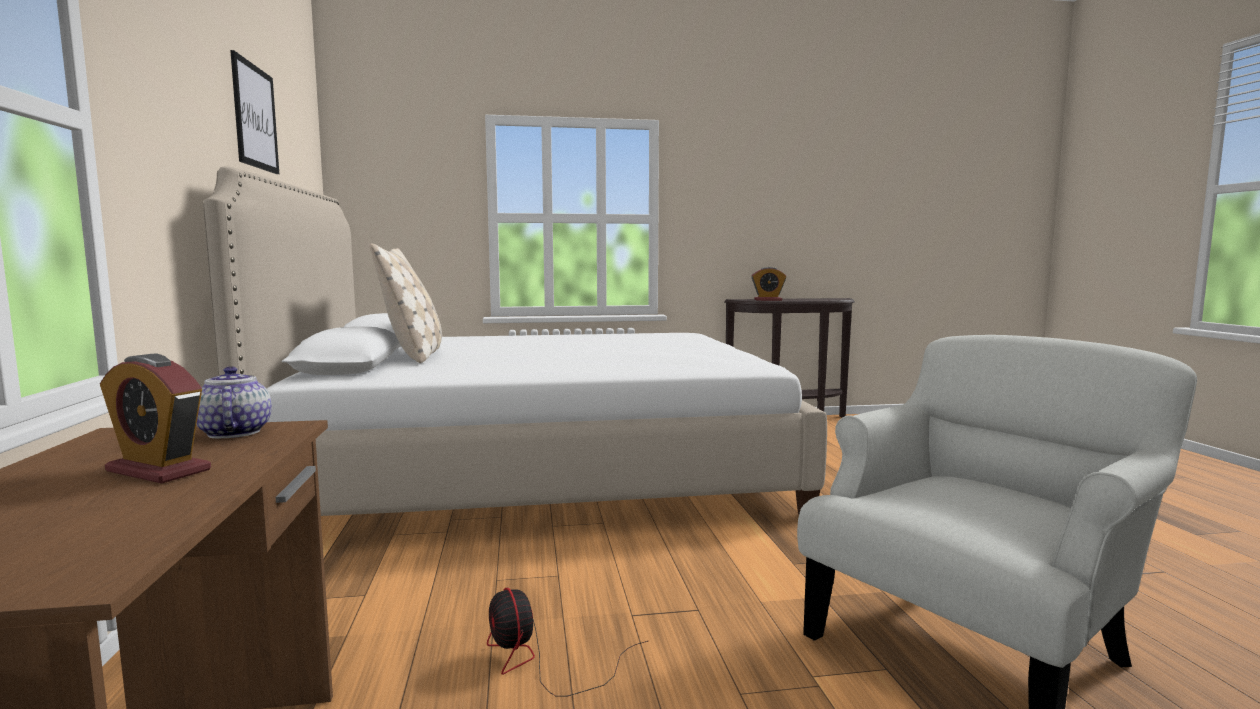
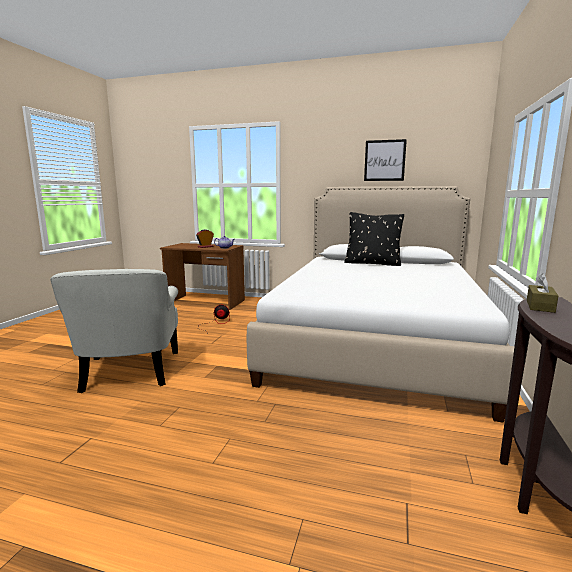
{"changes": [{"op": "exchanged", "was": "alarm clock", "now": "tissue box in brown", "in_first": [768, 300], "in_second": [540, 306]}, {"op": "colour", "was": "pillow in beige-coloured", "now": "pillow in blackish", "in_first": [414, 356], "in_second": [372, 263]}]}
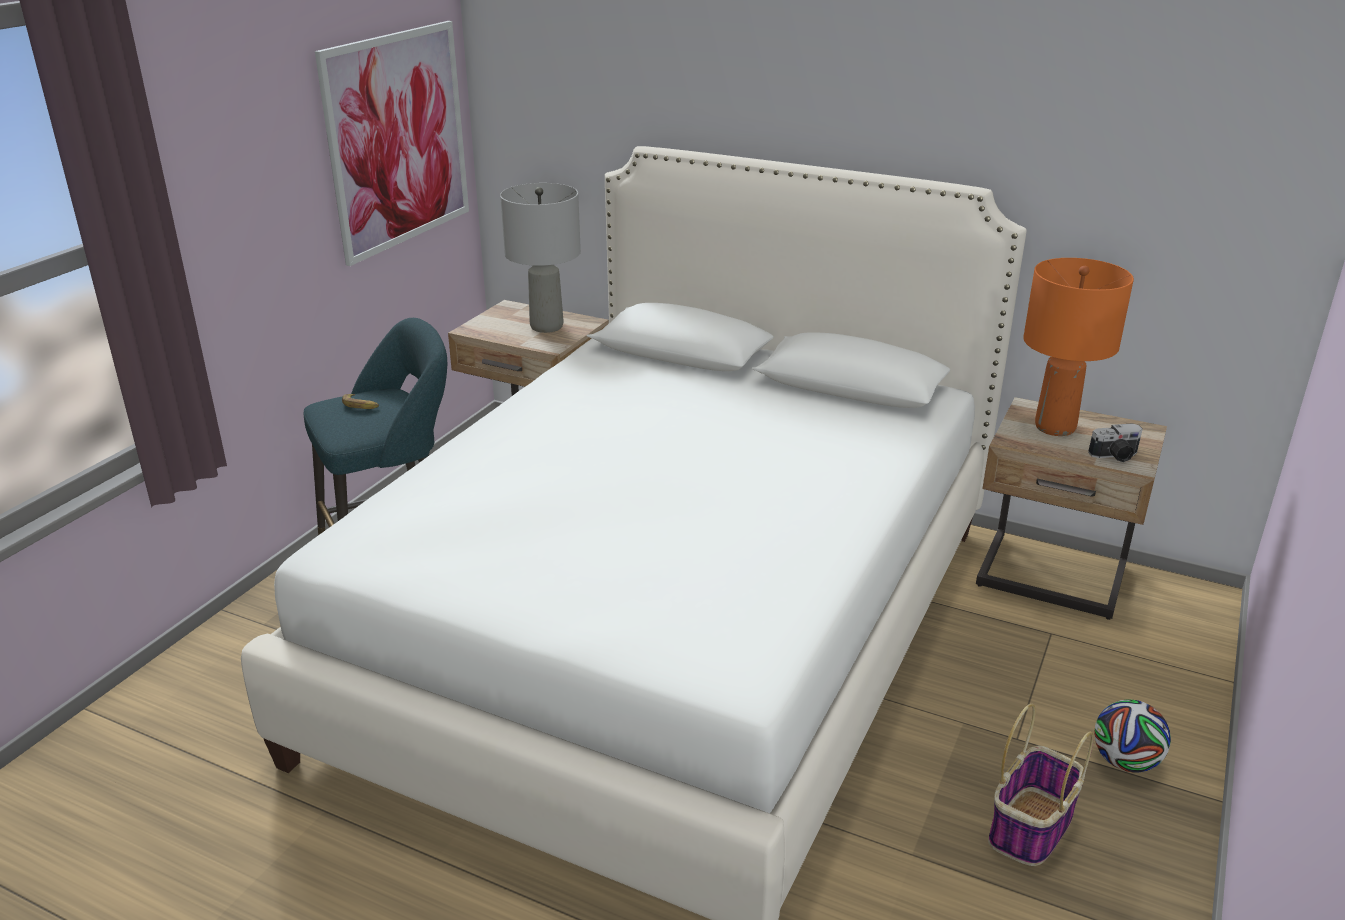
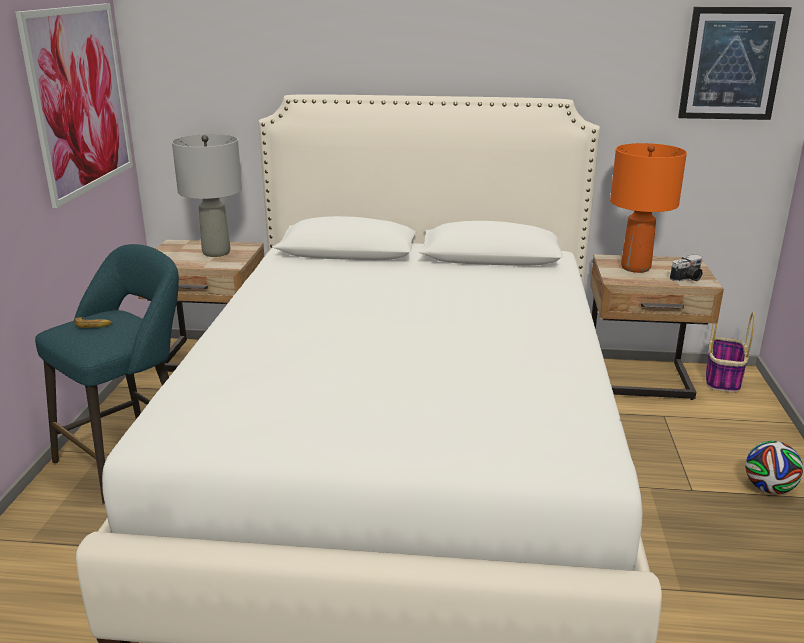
{"changes": [{"op": "appeared", "now": "wall picture", "in_second": [732, 64]}, {"op": "relocated", "was": "basket", "in_first": [1030, 829], "in_second": [723, 379]}]}
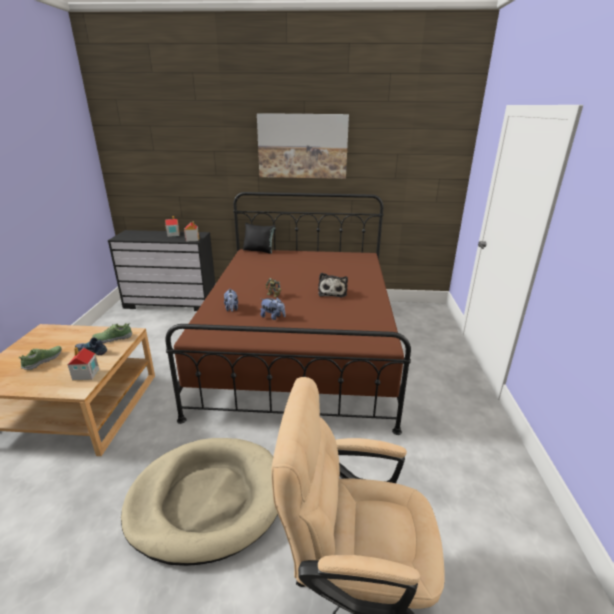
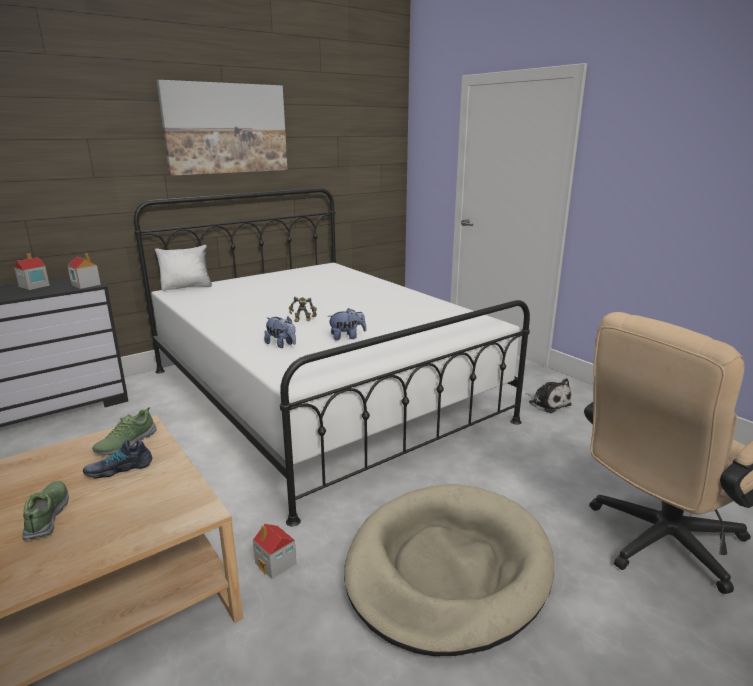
{"changes": [{"op": "relocated", "was": "model house", "in_first": [86, 374], "in_second": [276, 563]}, {"op": "relocated", "was": "plush toy", "in_first": [332, 292], "in_second": [548, 403]}, {"op": "colour", "was": "bedroom bed in brown", "now": "bedroom bed in whitish", "in_first": [299, 348], "in_second": [321, 394]}, {"op": "colour", "was": "pillow in blackish", "now": "pillow in whitish", "in_first": [259, 250], "in_second": [187, 287]}]}
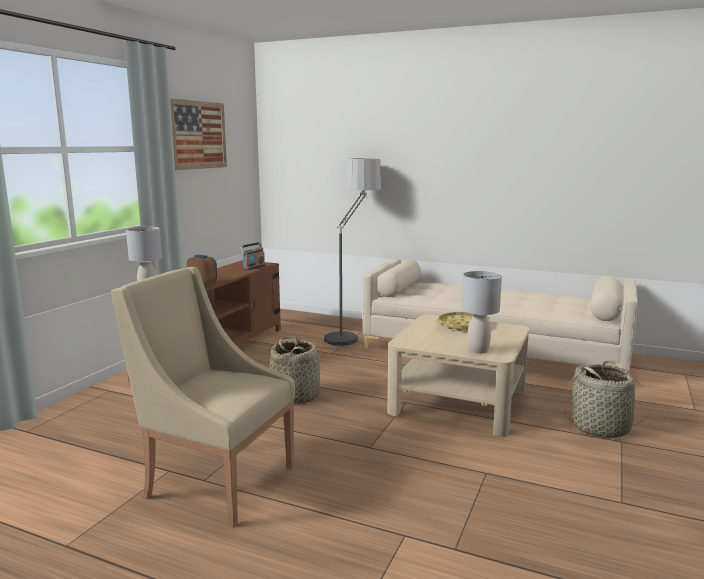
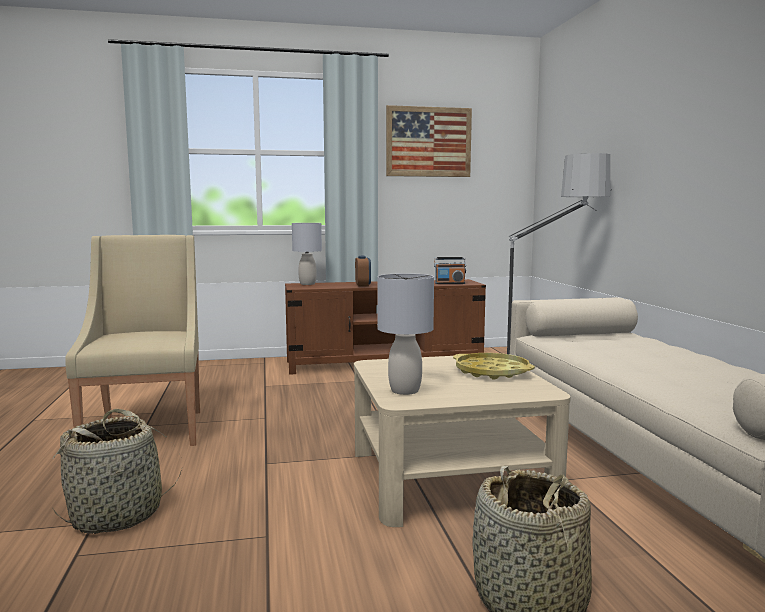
{"changes": [{"op": "relocated", "was": "basket", "in_first": [295, 395], "in_second": [117, 515]}]}
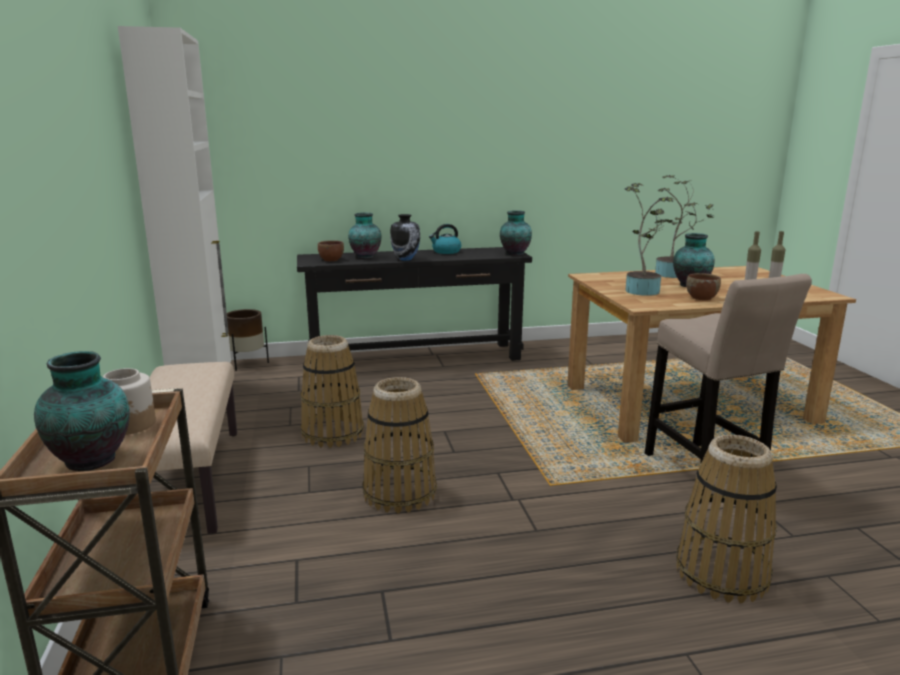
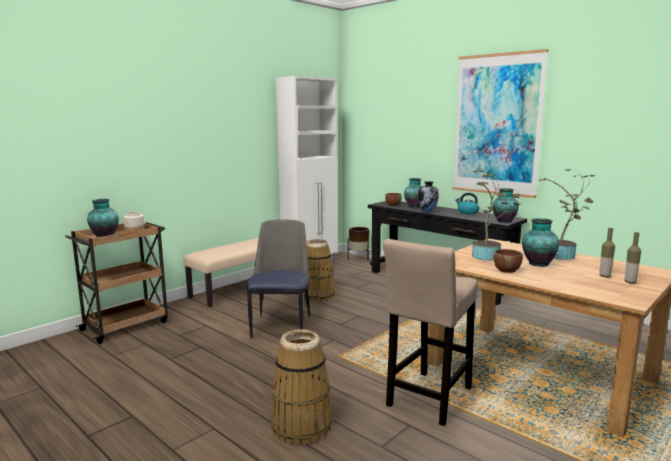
{"changes": [{"op": "appeared", "now": "wall picture", "in_second": [497, 125]}, {"op": "exchanged", "was": "basket", "now": "chair", "in_first": [400, 493], "in_second": [281, 326]}]}
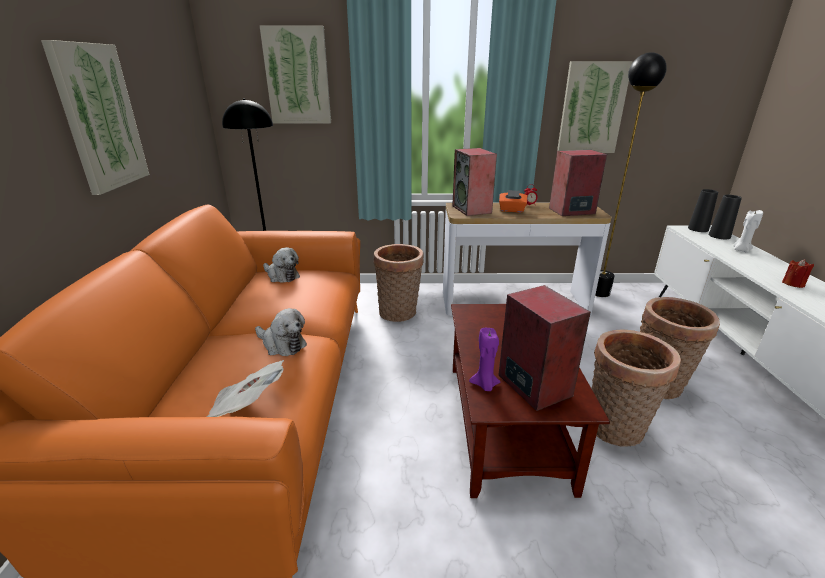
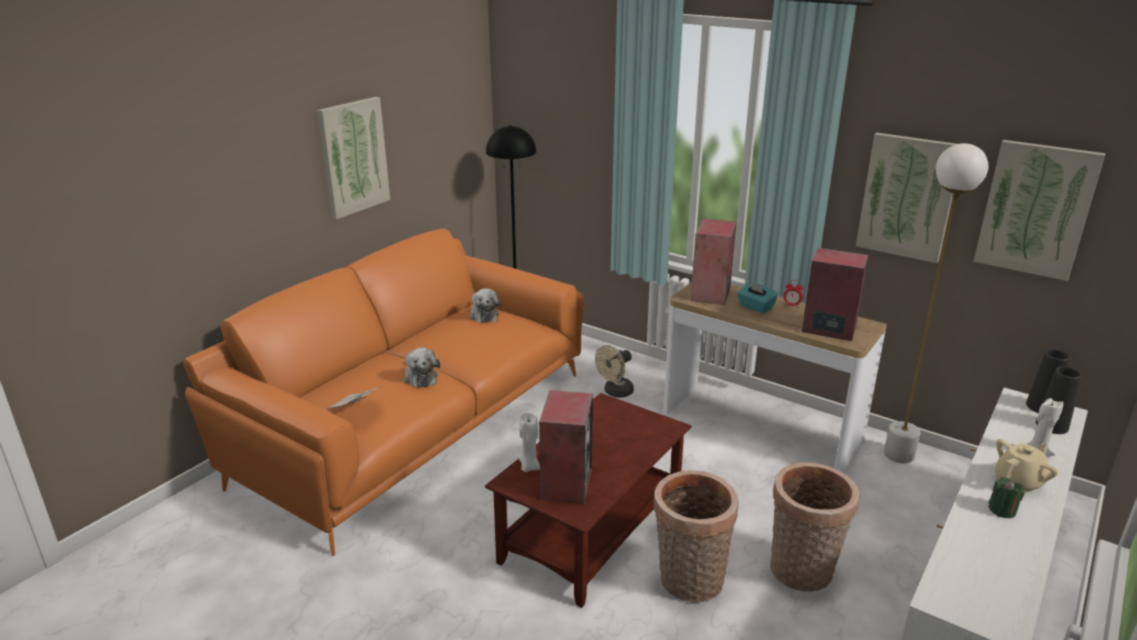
{"changes": [{"op": "appeared", "now": "pot for tea in beige-coloured", "in_second": [1018, 482]}, {"op": "relocated", "was": "wall picture", "in_first": [297, 76], "in_second": [1036, 209]}, {"op": "exchanged", "was": "basket", "now": "electric fan in beige-coloured", "in_first": [399, 313], "in_second": [615, 392]}, {"op": "colour", "was": "wax candle in purple-coloured", "now": "wax candle in whitish", "in_first": [485, 385], "in_second": [529, 467]}, {"op": "colour", "was": "tissue box in orange-coloured", "now": "tissue box in turquoise-coloured", "in_first": [511, 210], "in_second": [755, 307]}, {"op": "colour", "was": "standard lamp in blackish", "now": "standard lamp in whitish", "in_first": [599, 292], "in_second": [898, 454]}, {"op": "colour", "was": "wax candle in red-coloured", "now": "wax candle in greenish", "in_first": [793, 284], "in_second": [1002, 510]}]}
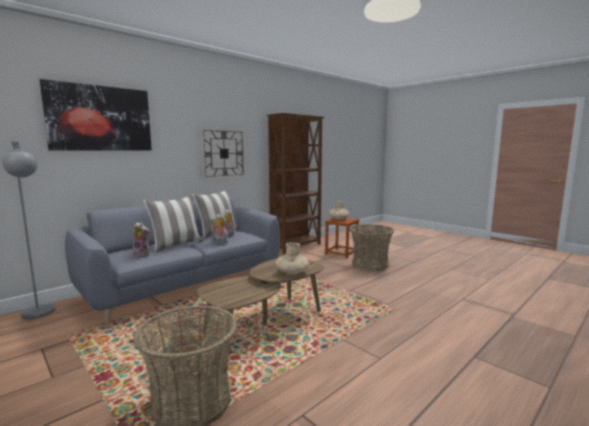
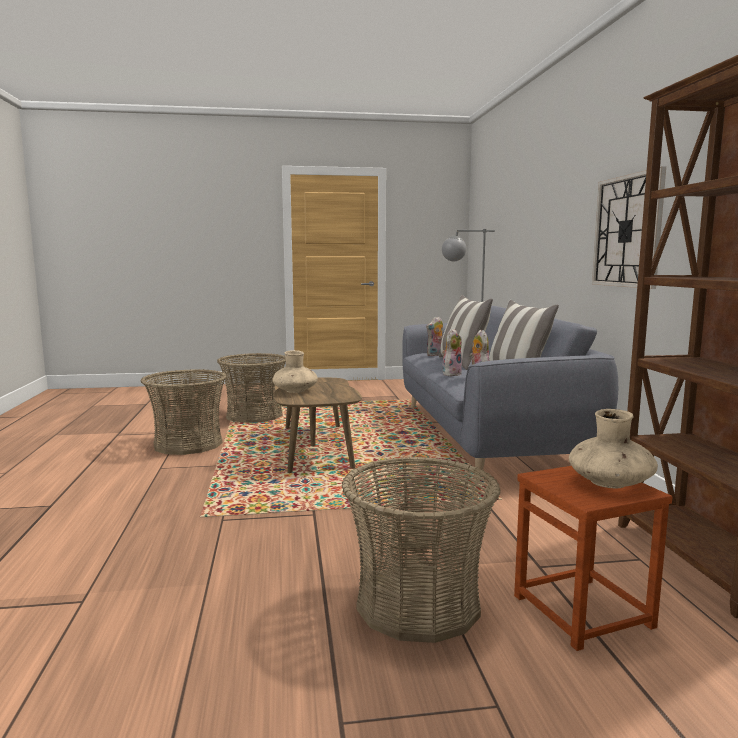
{"changes": [{"op": "missing", "was": "wall picture", "in_first": [100, 118]}, {"op": "appeared", "now": "basket", "in_second": [188, 444]}]}
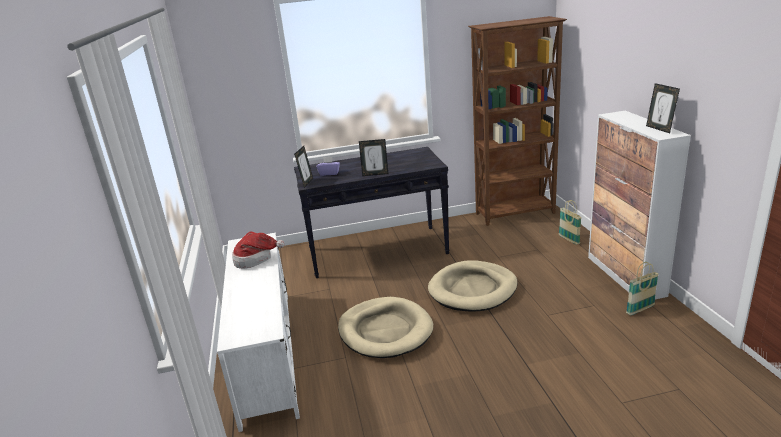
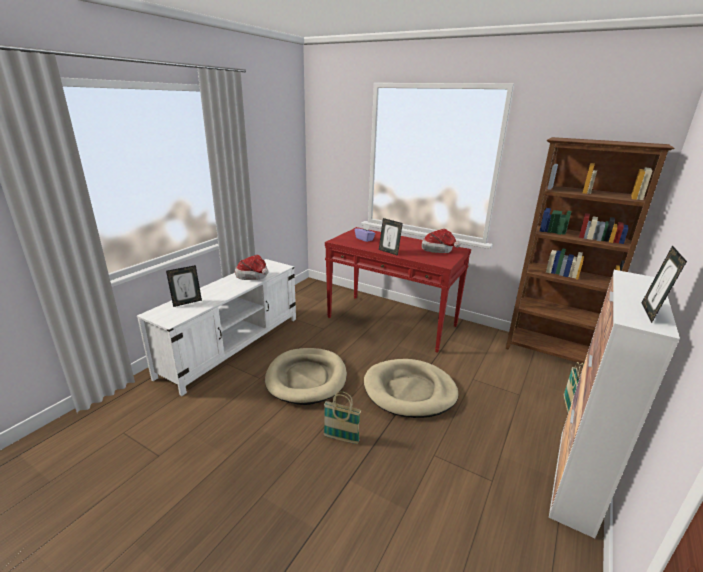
{"changes": [{"op": "appeared", "now": "wearable hat", "in_second": [439, 250]}, {"op": "relocated", "was": "photo frame", "in_first": [306, 183], "in_second": [187, 302]}, {"op": "relocated", "was": "basket", "in_first": [640, 309], "in_second": [341, 438]}, {"op": "colour", "was": "console table in blackish", "now": "console table in red-coloured", "in_first": [378, 251], "in_second": [392, 321]}]}
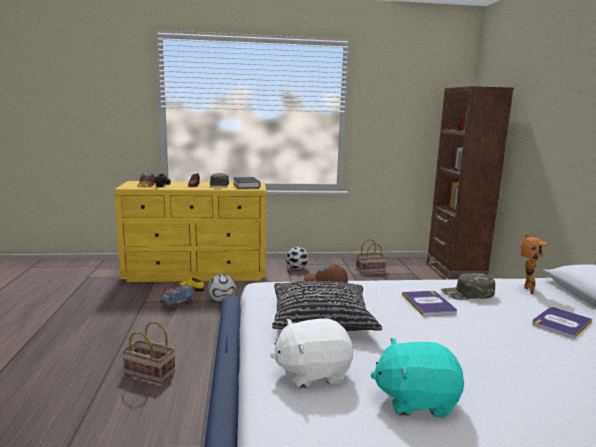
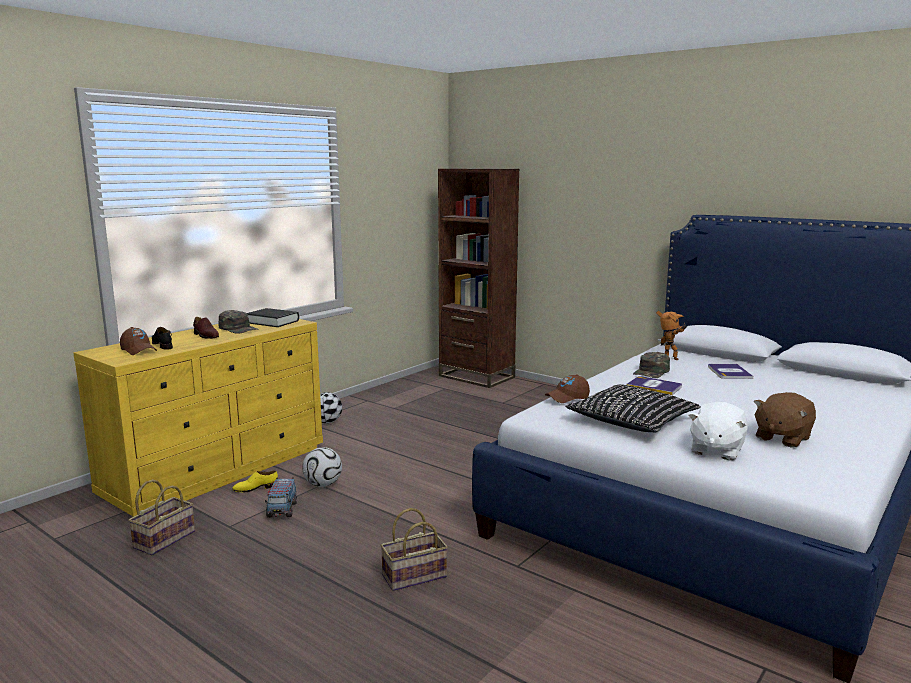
{"changes": [{"op": "relocated", "was": "basket", "in_first": [370, 270], "in_second": [165, 539]}, {"op": "colour", "was": "plush toy in turquoise-coloured", "now": "plush toy in brown", "in_first": [415, 400], "in_second": [782, 438]}]}
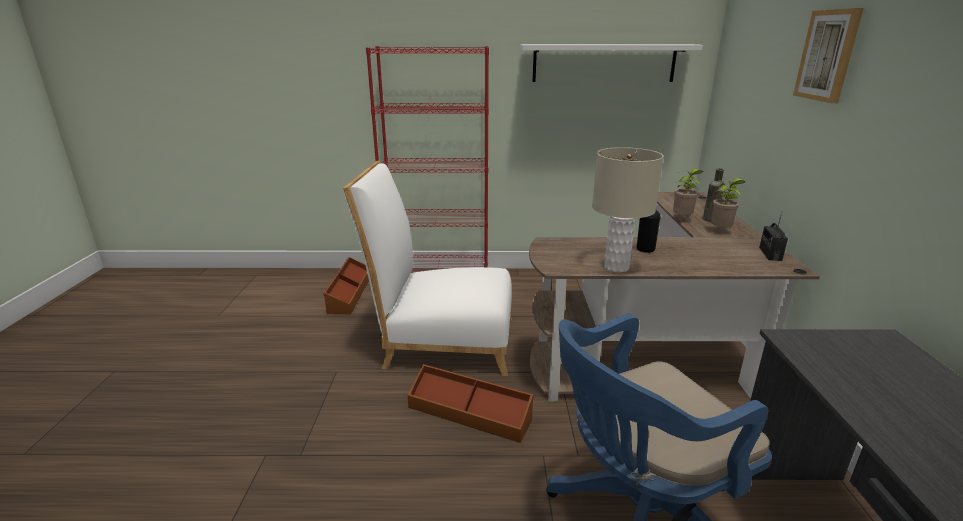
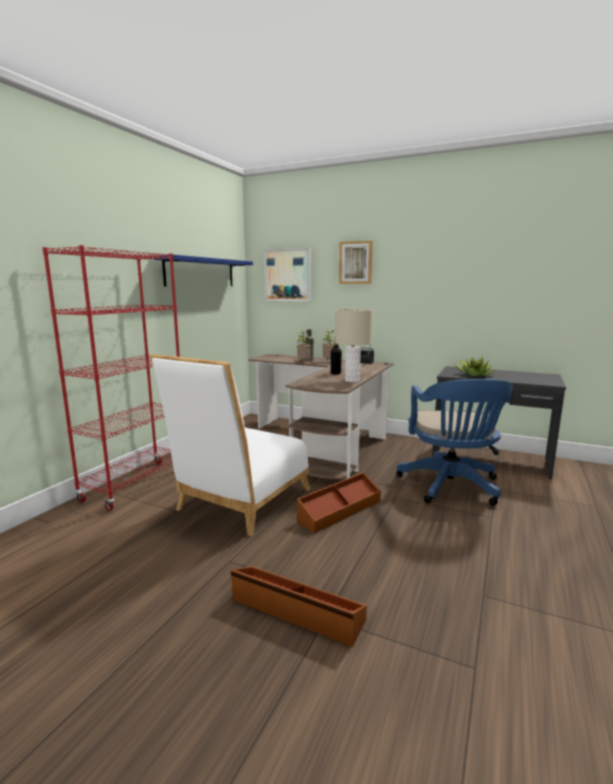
{"changes": [{"op": "appeared", "now": "wall picture", "in_second": [288, 275]}, {"op": "appeared", "now": "houseplant", "in_second": [474, 374]}, {"op": "relocated", "was": "storage container in brown", "in_first": [349, 293], "in_second": [296, 611]}, {"op": "colour", "was": "bracket shelf in whitish", "now": "bracket shelf in bluish", "in_first": [604, 63], "in_second": [200, 272]}]}
